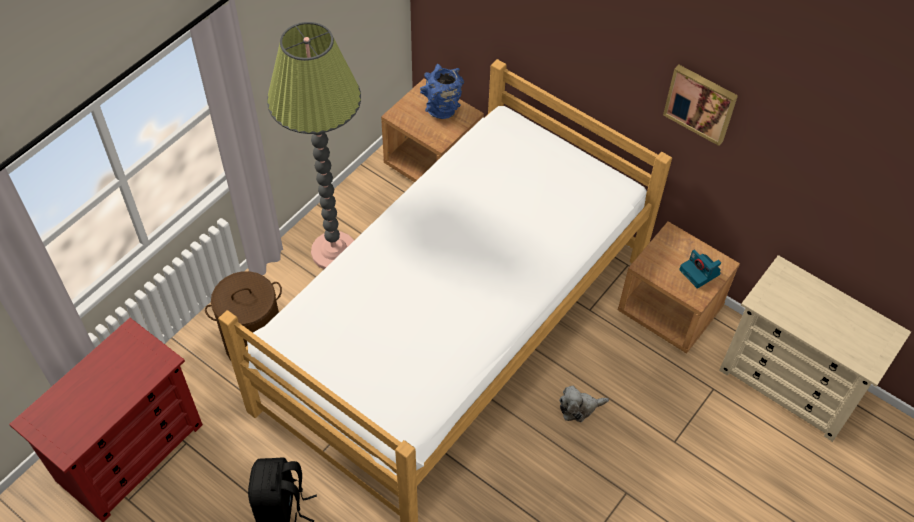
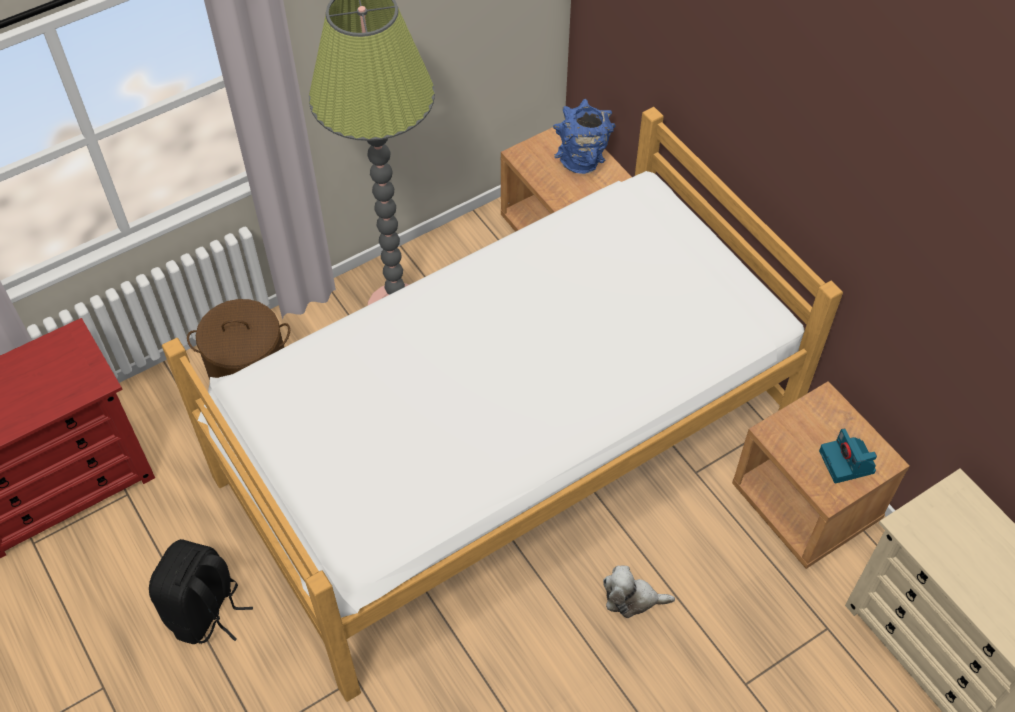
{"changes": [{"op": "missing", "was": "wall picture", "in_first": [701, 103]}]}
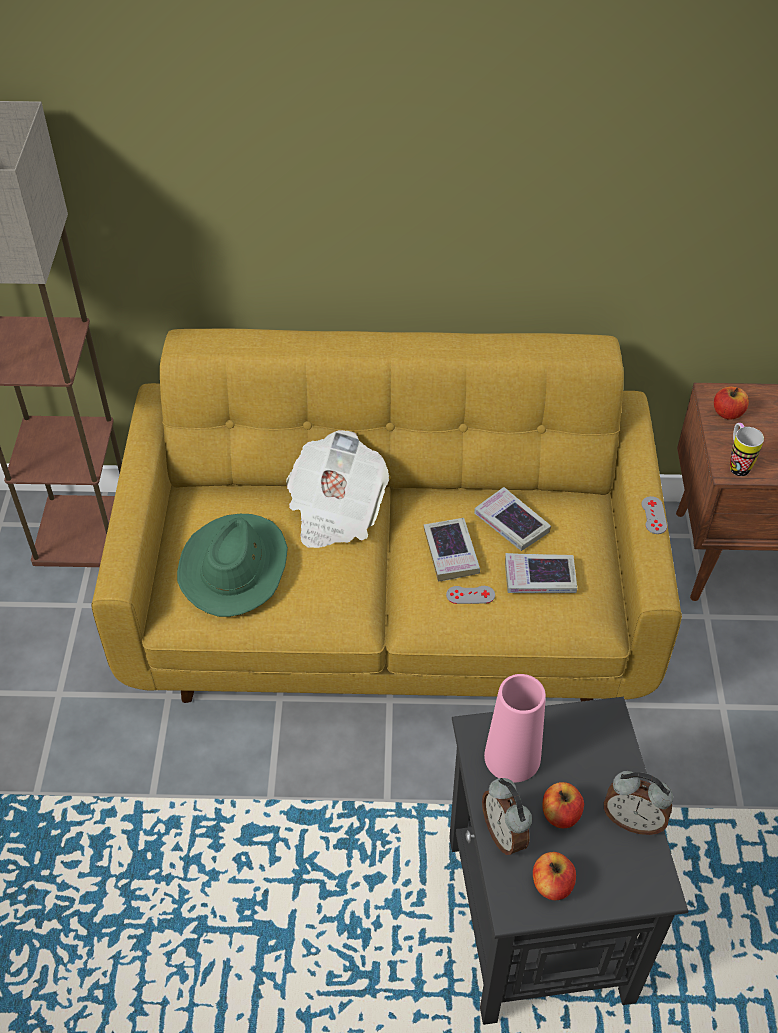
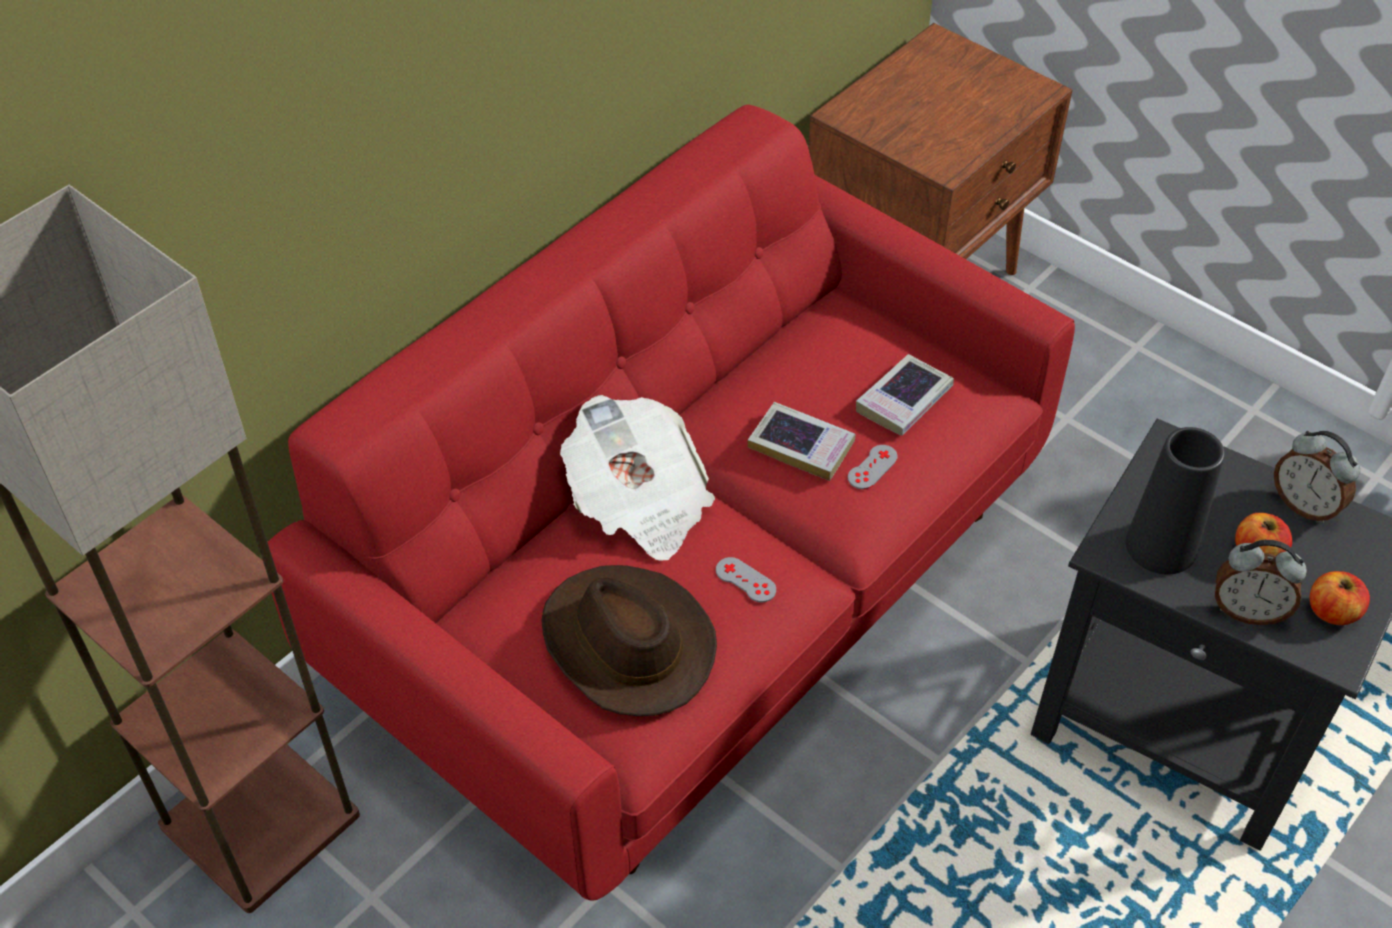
{"changes": [{"op": "missing", "was": "book", "in_first": [511, 523]}, {"op": "missing", "was": "apple", "in_first": [728, 413]}, {"op": "missing", "was": "coffee mug", "in_first": [736, 464]}, {"op": "relocated", "was": "game controller in grey", "in_first": [654, 515], "in_second": [745, 580]}, {"op": "colour", "was": "couch in yellow", "now": "couch in red-coloured", "in_first": [390, 606], "in_second": [695, 589]}, {"op": "colour", "was": "wearable hat in greenish", "now": "wearable hat in brown", "in_first": [234, 567], "in_second": [625, 644]}, {"op": "colour", "was": "vase in pink-coloured", "now": "vase in blackish", "in_first": [512, 757], "in_second": [1161, 546]}, {"op": "spun", "was": "alarm clock", "in_first": [633, 820], "in_second": [1304, 505], "clockwise": 75}]}
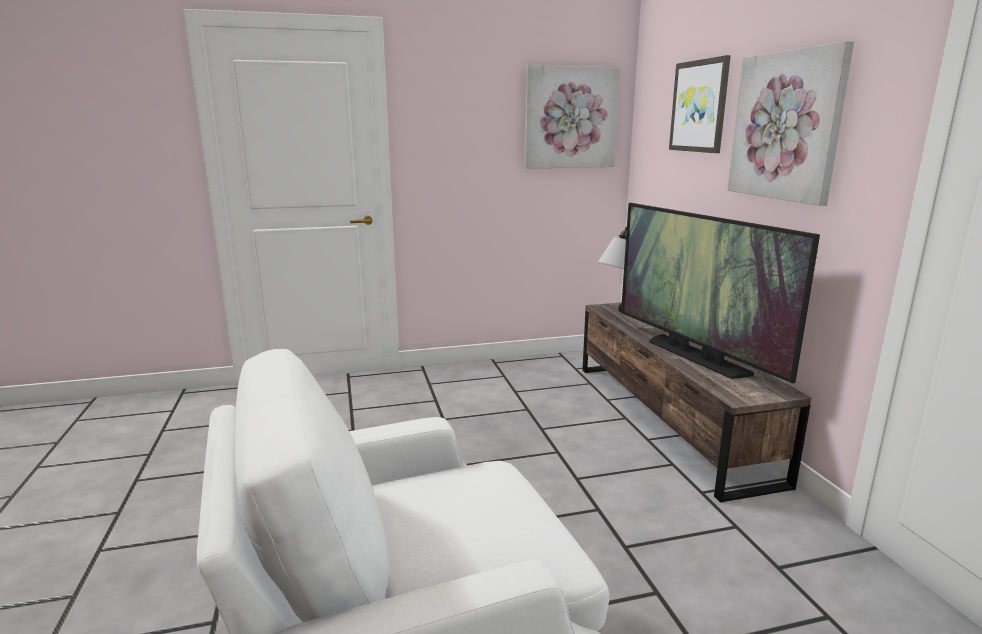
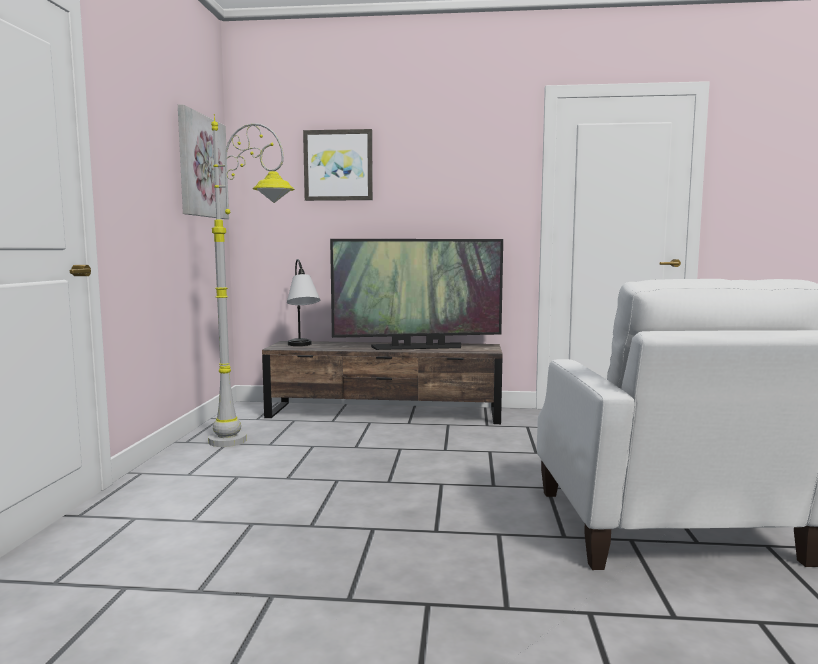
{"changes": [{"op": "missing", "was": "wall picture", "in_first": [787, 126]}, {"op": "appeared", "now": "standard lamp in grey", "in_second": [254, 444]}]}
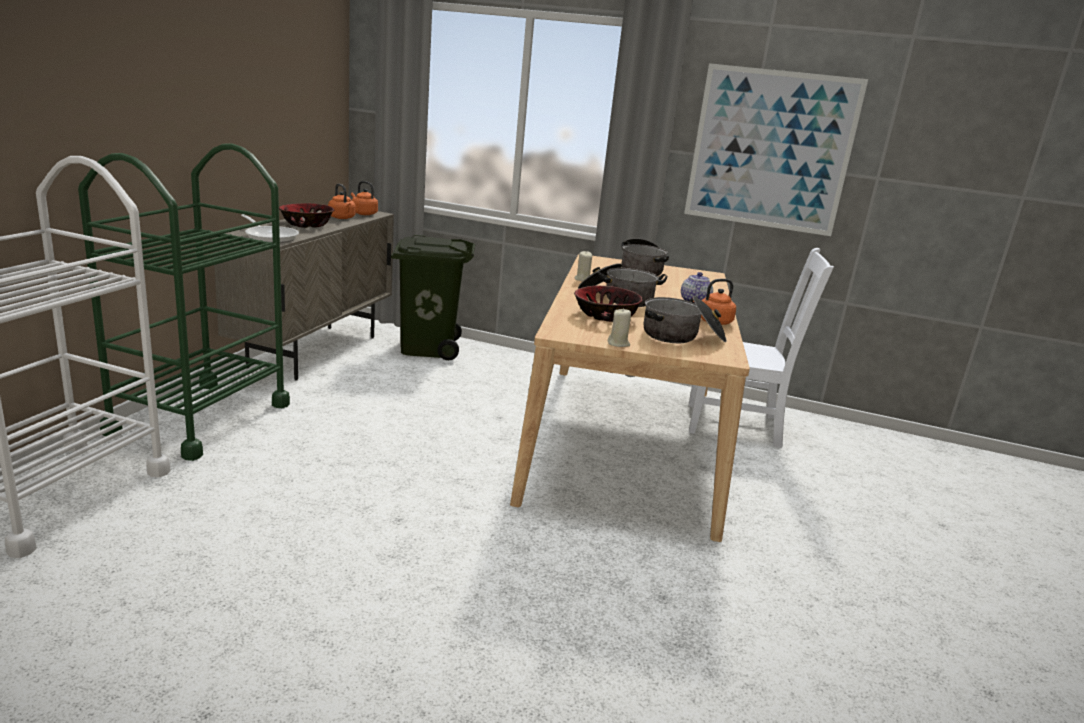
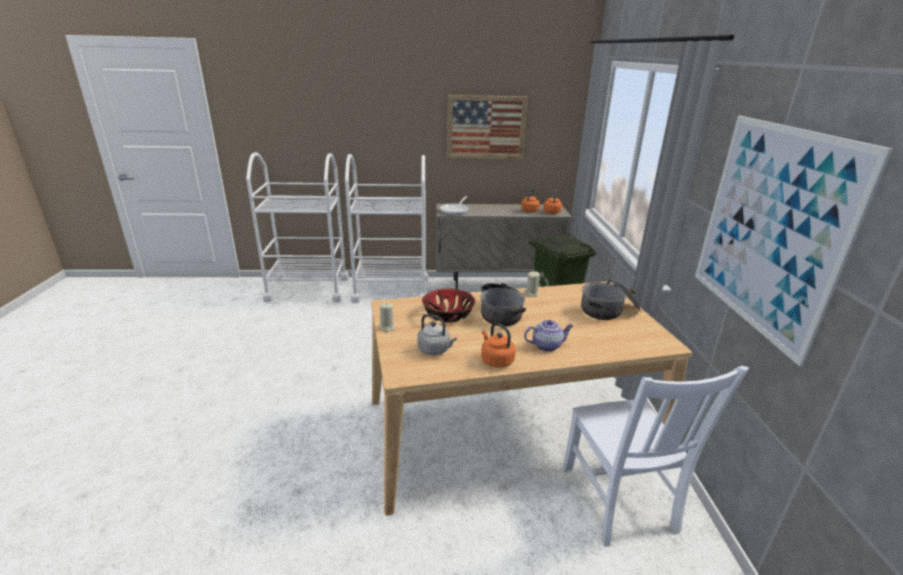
{"changes": [{"op": "missing", "was": "deep dish", "in_first": [306, 224]}, {"op": "appeared", "now": "wall picture", "in_second": [486, 127]}, {"op": "exchanged", "was": "saucepot", "now": "water kettle in grey", "in_first": [682, 336], "in_second": [435, 350]}, {"op": "colour", "was": "wheeled cart in greenish", "now": "wheeled cart in whitish", "in_first": [200, 418], "in_second": [391, 290]}]}
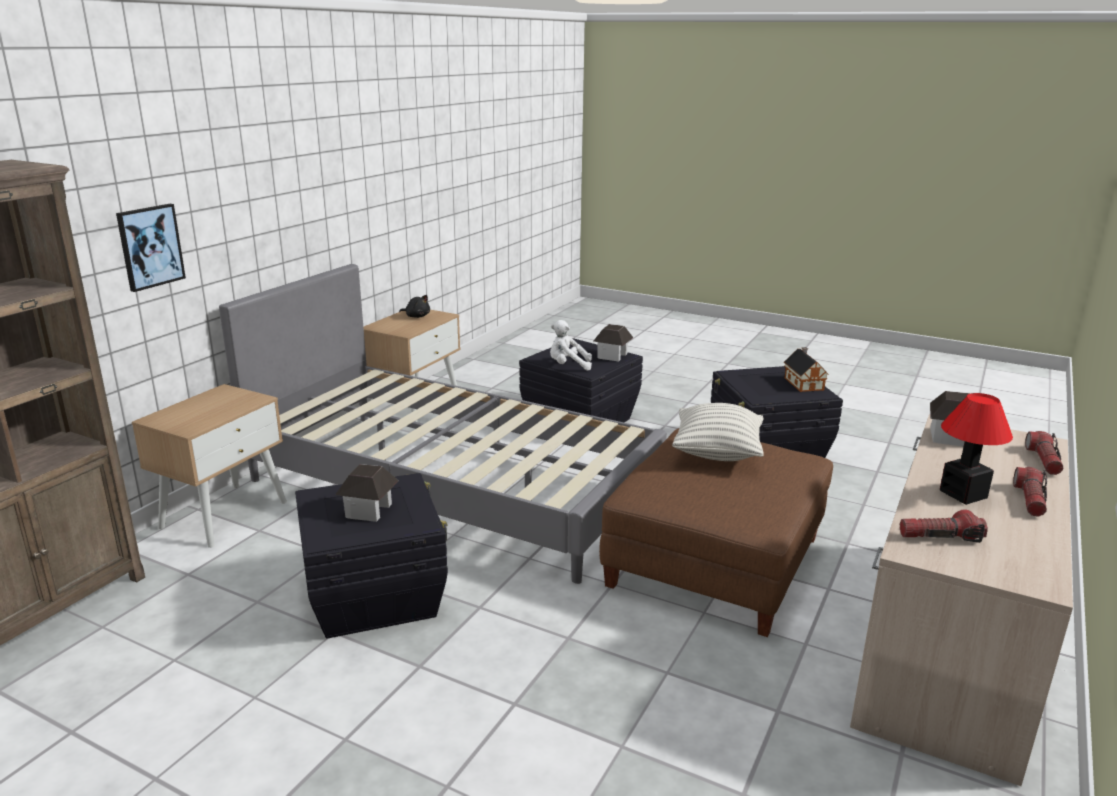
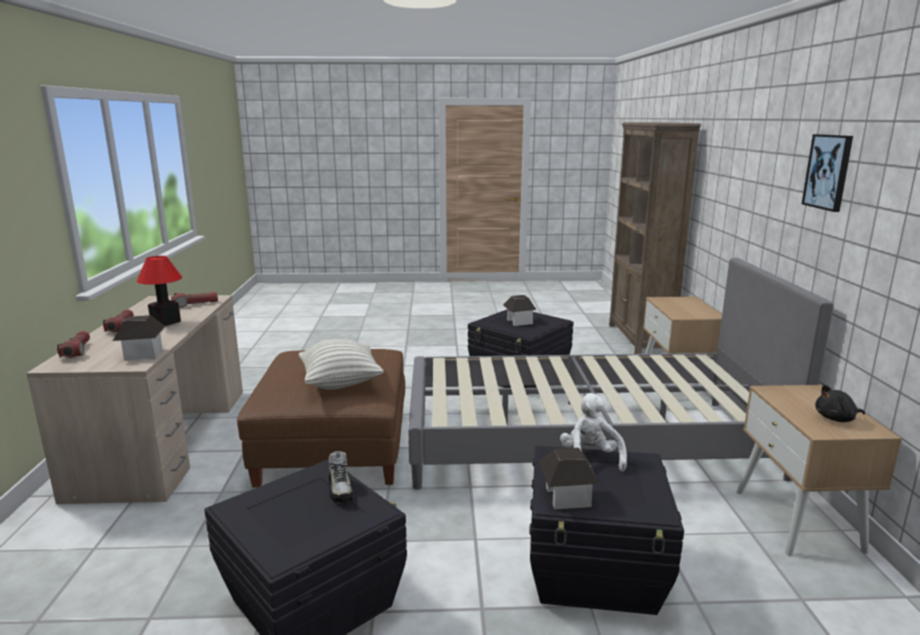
{"changes": [{"op": "missing", "was": "model house", "in_first": [803, 383]}, {"op": "appeared", "now": "low shoe", "in_second": [341, 490]}, {"op": "relocated", "was": "wall picture", "in_first": [150, 246], "in_second": [828, 172]}, {"op": "spun", "was": "plush toy in whitish", "in_first": [568, 366], "in_second": [590, 459], "clockwise": -75}]}
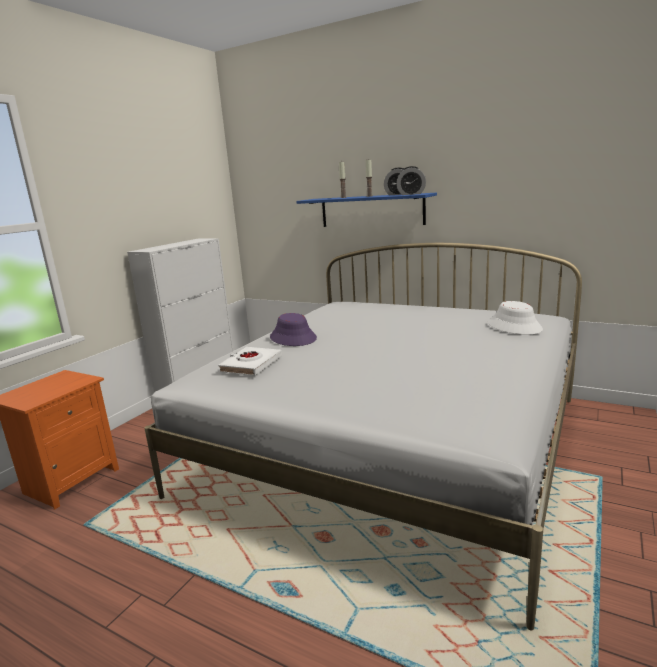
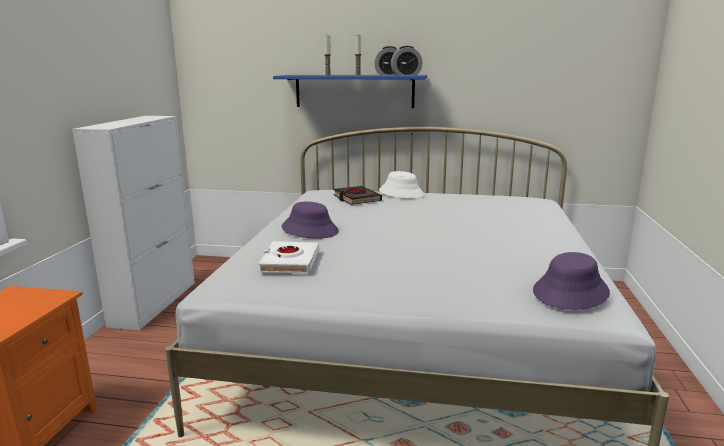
{"changes": [{"op": "appeared", "now": "book in blackish", "in_second": [356, 199]}, {"op": "appeared", "now": "wearable hat in purple-coloured", "in_second": [571, 292]}, {"op": "relocated", "was": "wearable hat in whitish", "in_first": [514, 326], "in_second": [401, 193]}]}
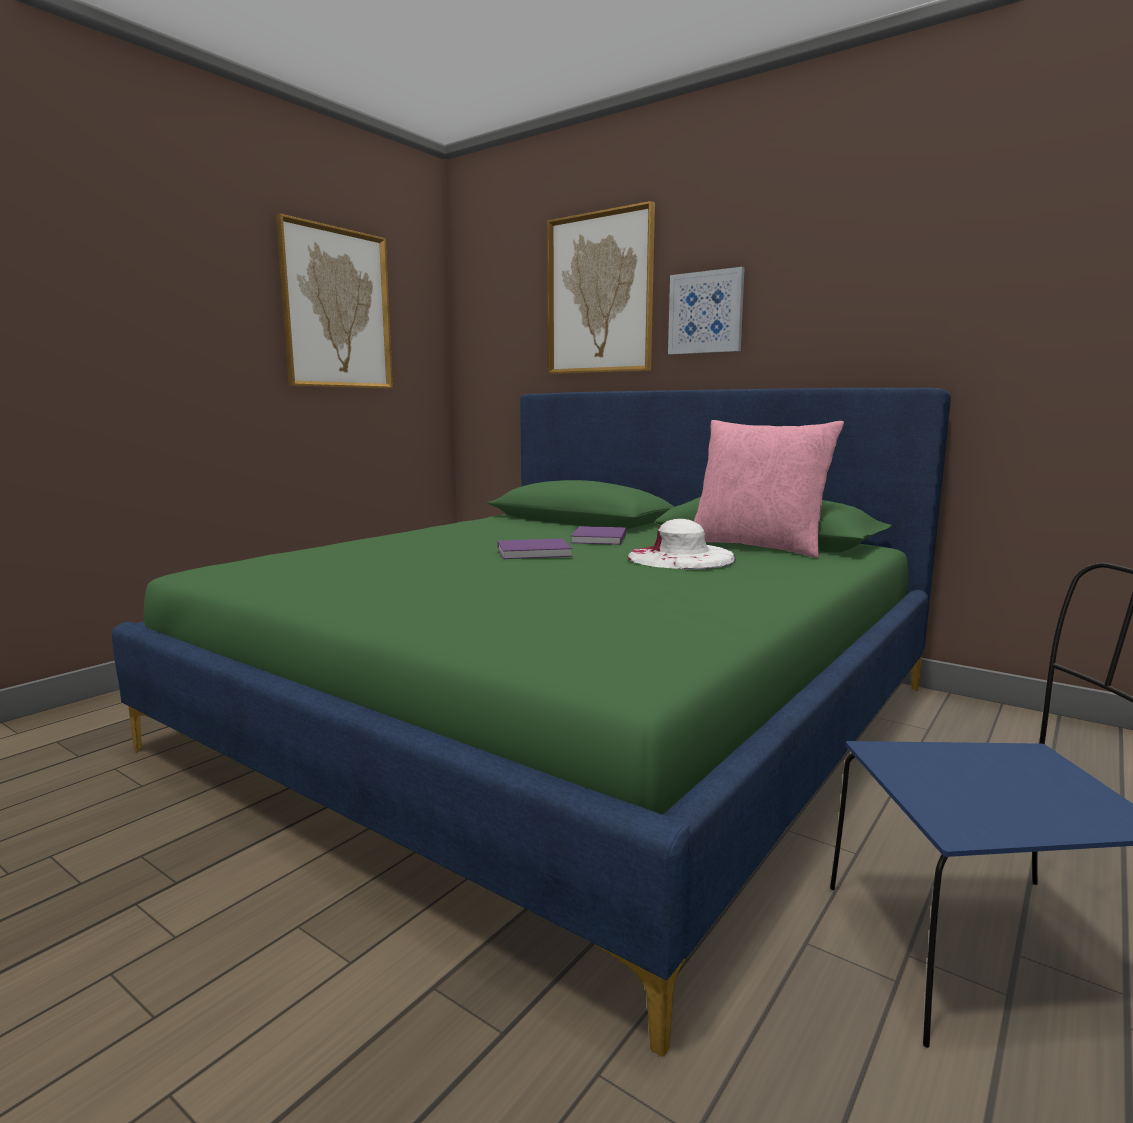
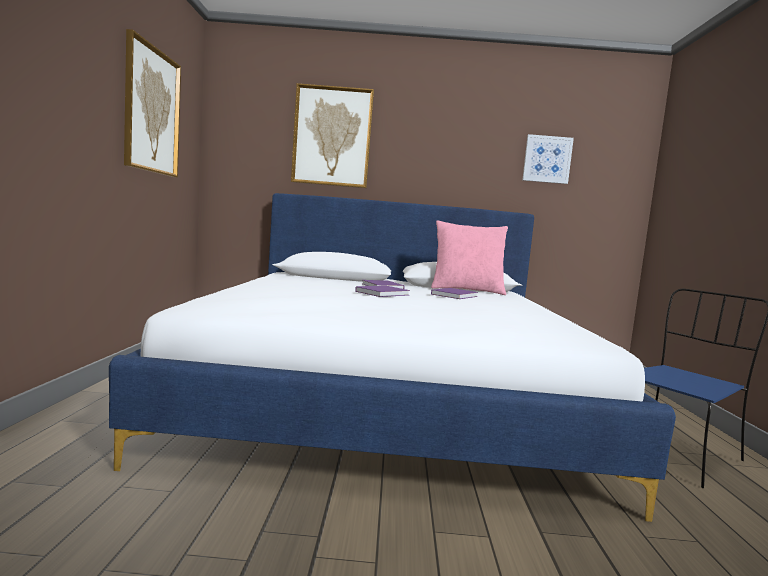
{"changes": [{"op": "relocated", "was": "wall picture", "in_first": [706, 312], "in_second": [547, 159]}, {"op": "exchanged", "was": "wearable hat in whitish", "now": "book in purple-coloured", "in_first": [680, 557], "in_second": [455, 295]}, {"op": "colour", "was": "bedroom bed in greenish", "now": "bedroom bed in whitish", "in_first": [565, 716], "in_second": [387, 397]}]}
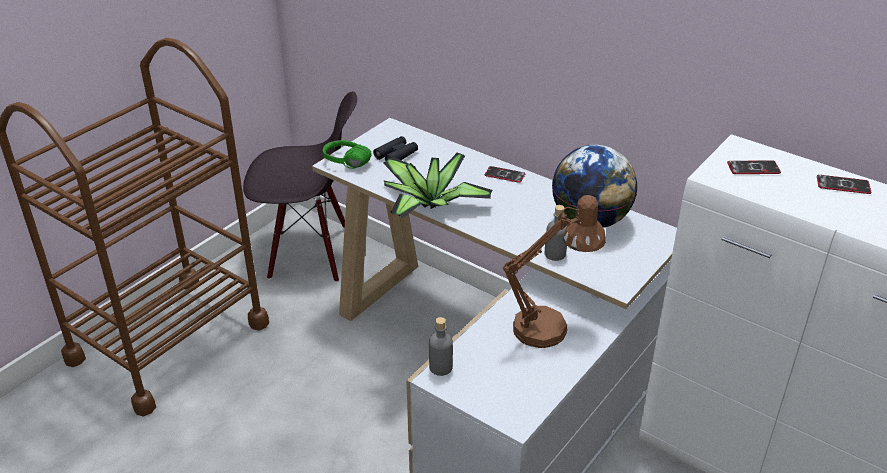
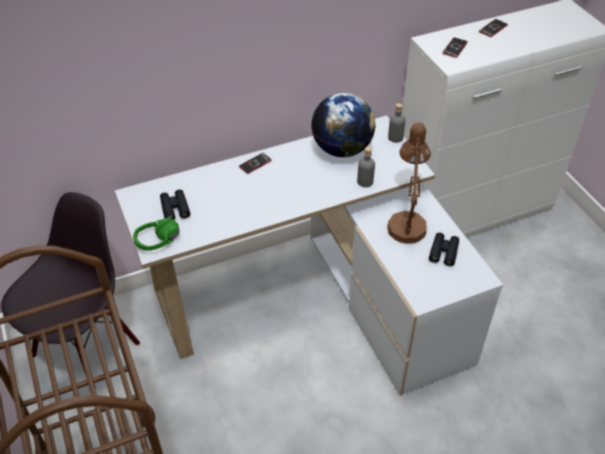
{"changes": [{"op": "missing", "was": "houseplant", "in_first": [429, 206]}, {"op": "appeared", "now": "field glasses in blackish", "in_second": [443, 252]}, {"op": "relocated", "was": "drink bottle in grey", "in_first": [440, 367], "in_second": [395, 137]}]}
